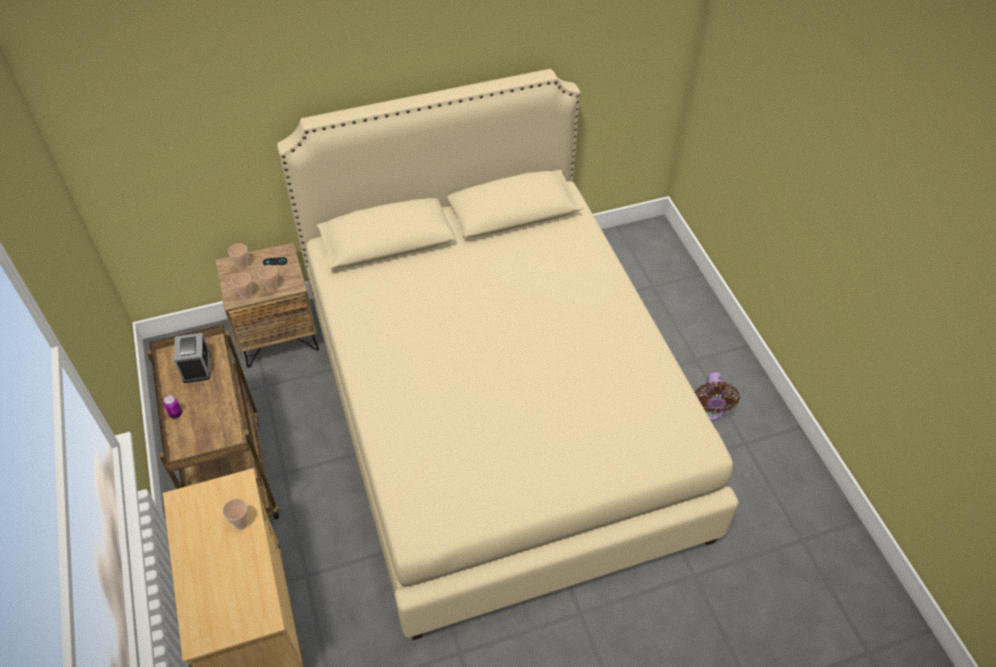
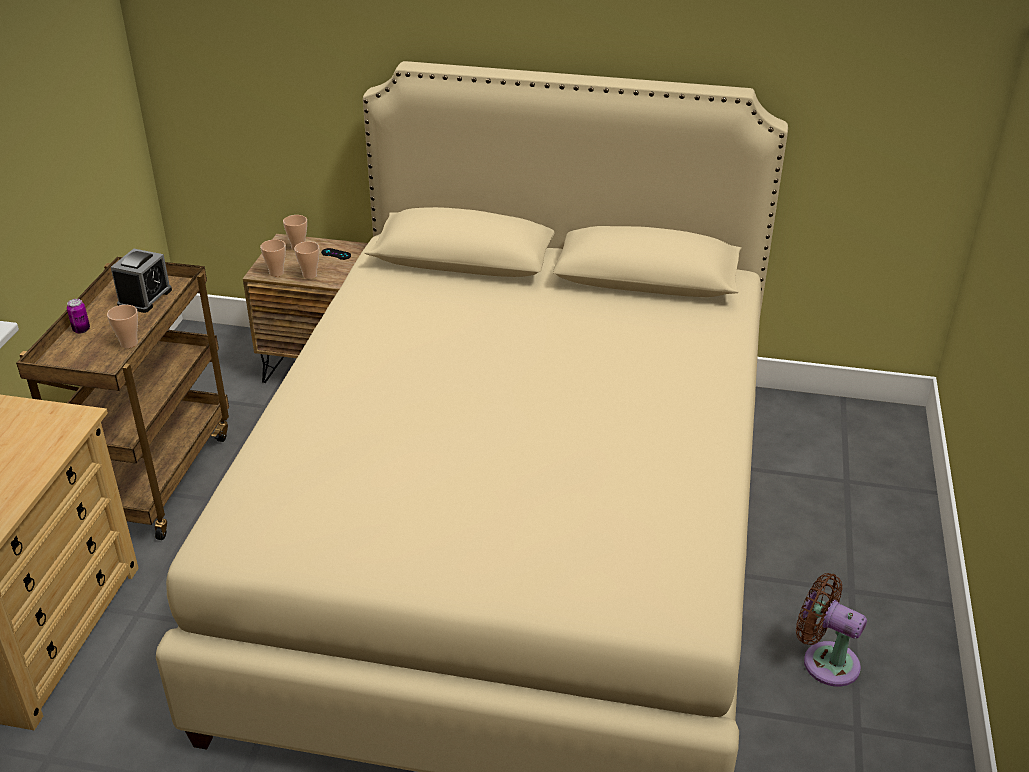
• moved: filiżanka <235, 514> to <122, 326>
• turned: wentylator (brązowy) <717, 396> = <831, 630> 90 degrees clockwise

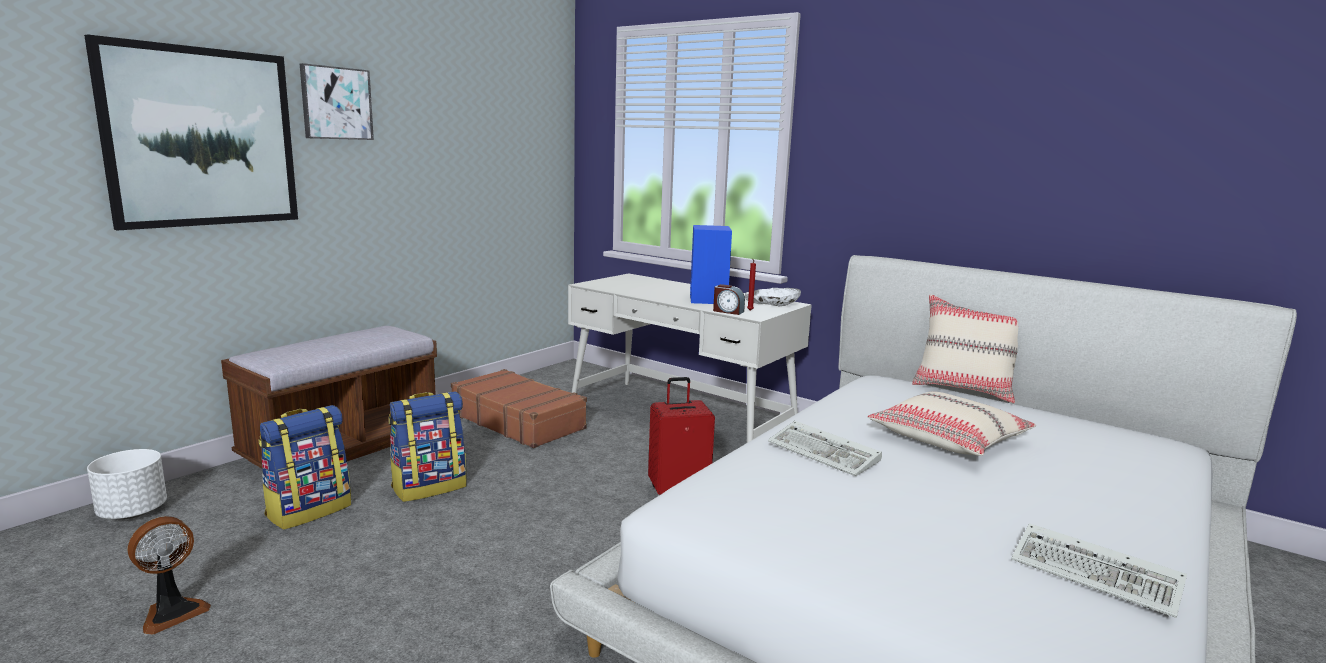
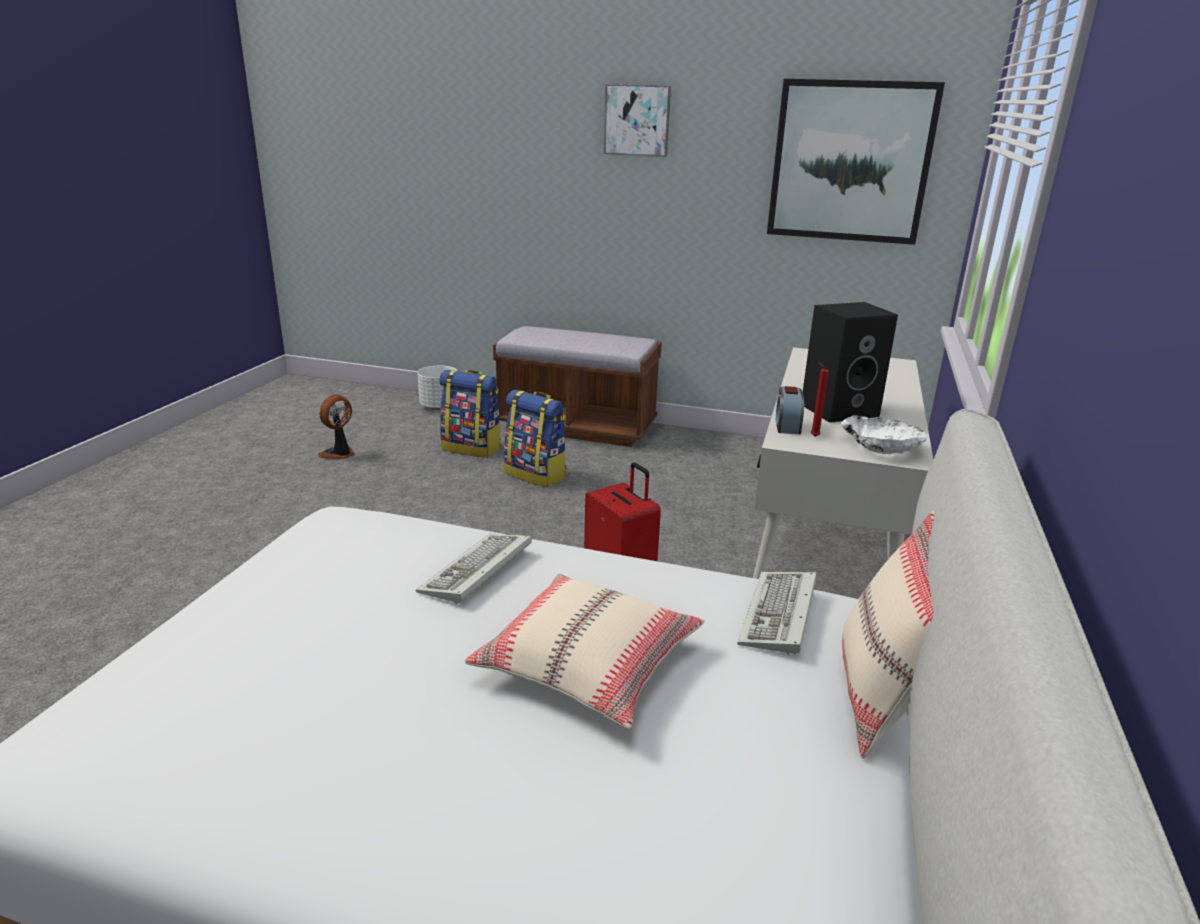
• removed: walizka (brązowy) <519, 408>
• moved: obraz <191, 132> to <856, 162>
• moved: klawiatura <1099, 570> to <776, 613>
• recoloured: głośnik (niebieski) <711, 264> to głośnik (czarny) <850, 362>
• turned: wentylator <169, 575> = <336, 426> 105 degrees clockwise

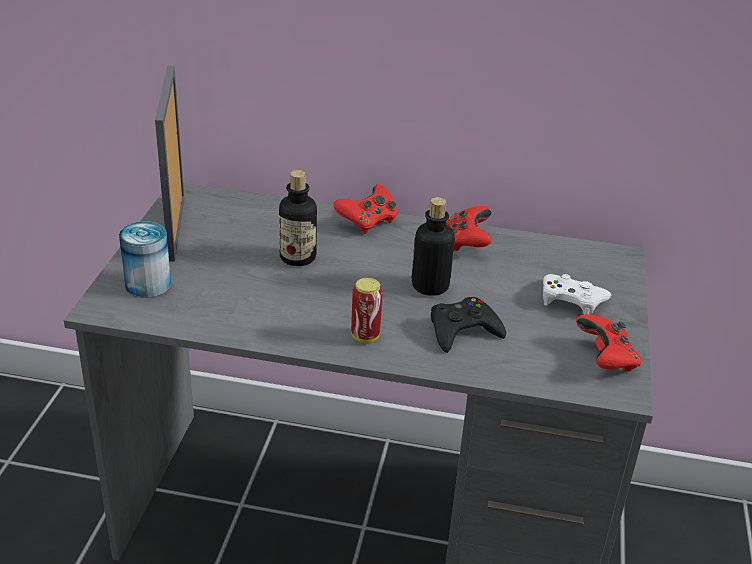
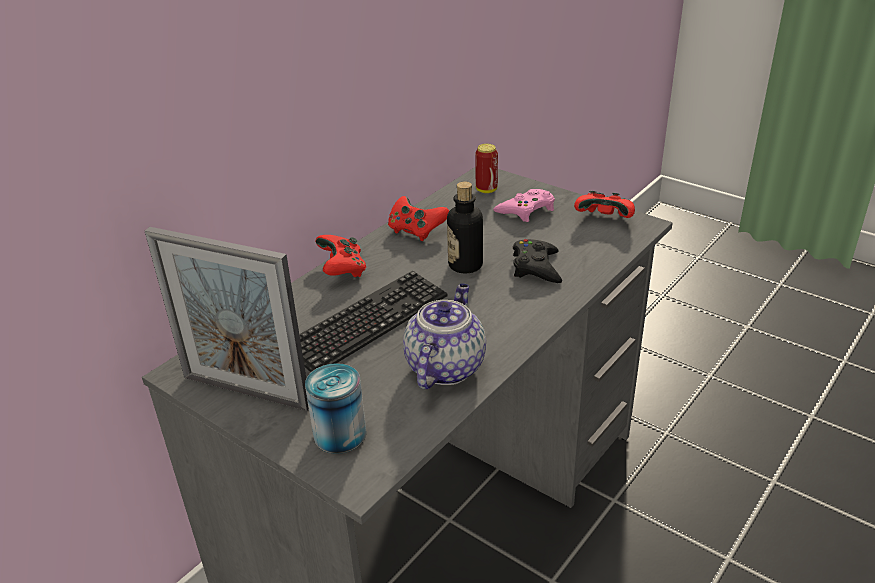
• added: imbryk <444, 336>
• moved: puszka <367, 310> to <486, 168>
• replaced: butelka <298, 218> to klawiatura <373, 321>
• recoloured: pad do gier (biały) <577, 294> to pad do gier (różowy) <524, 205>

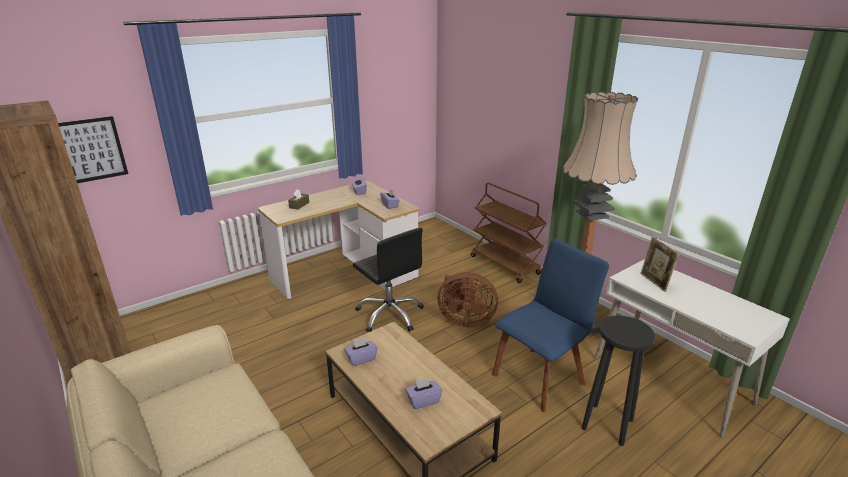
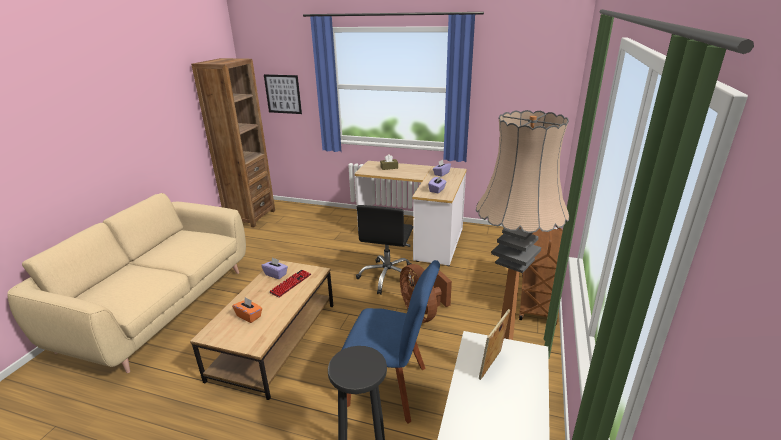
• added: klawiatura <290, 284>
• recoloured: pudełko chusteczek (fioletowy) <423, 393> to pudełko chusteczek (pomarańczowy) <247, 310>

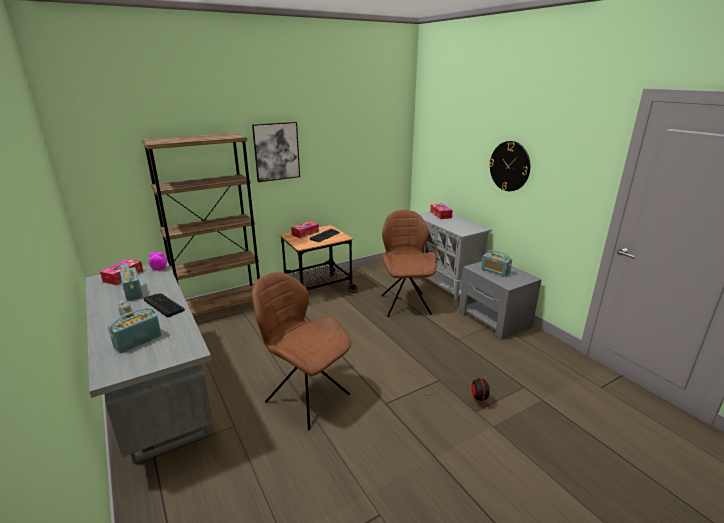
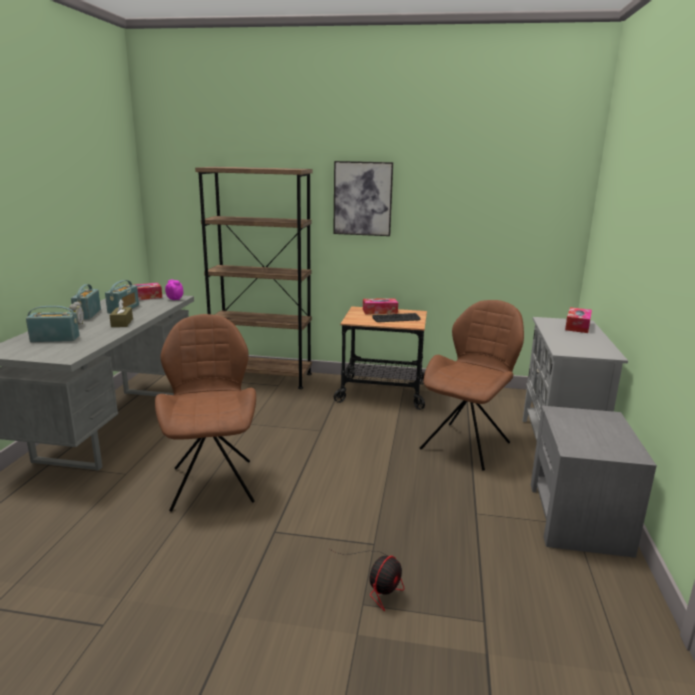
• removed: zegar ścienny <509, 166>
• moved: radio <496, 263> to <86, 301>
• replaced: klawiatura <164, 305> to pudełko chusteczek (brązowy) <121, 313>

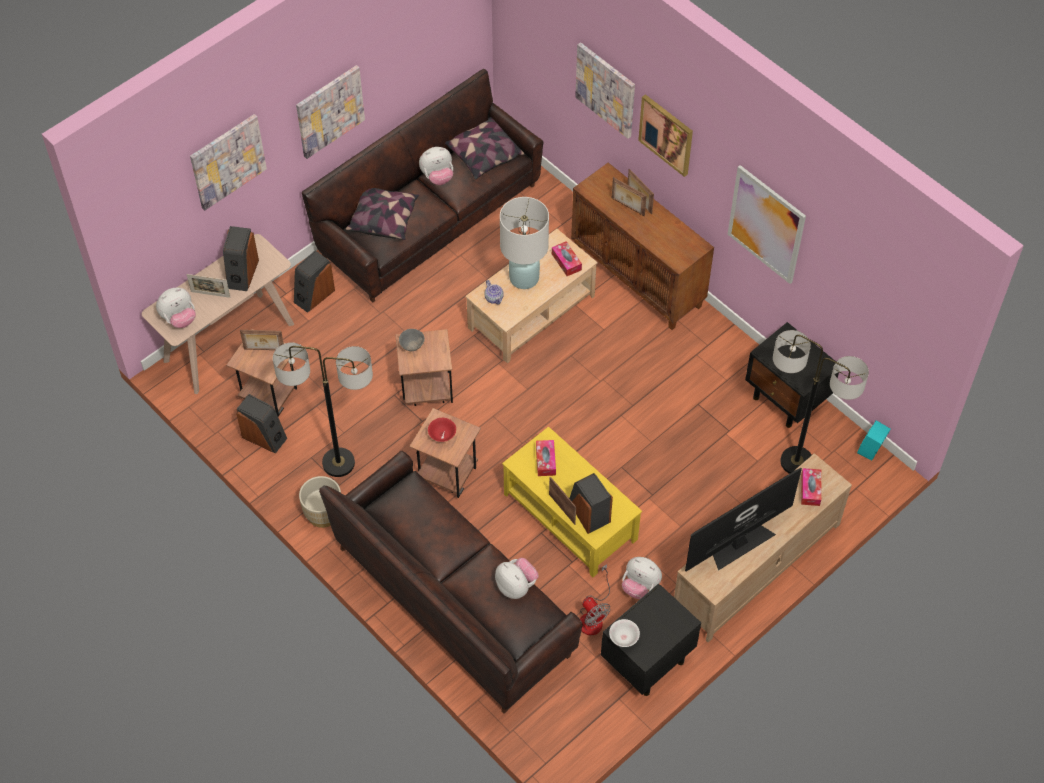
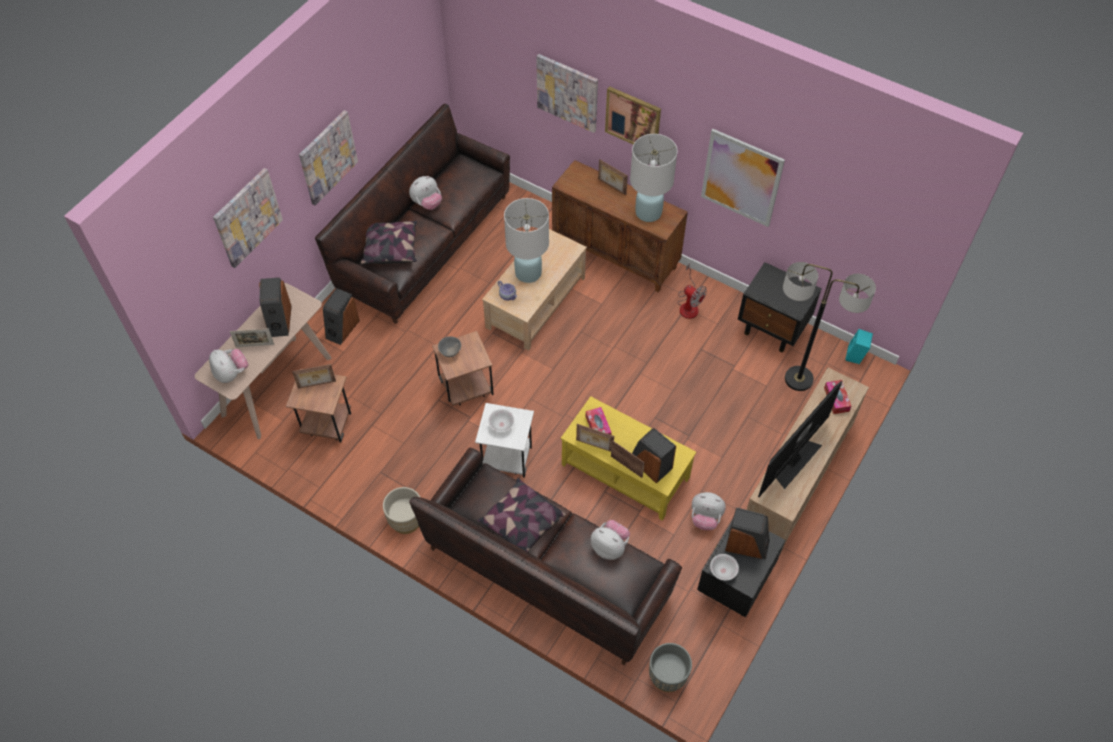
• removed: lampa stojąca <323, 410>
• removed: pudełko chusteczek <567, 258>
• added: lampa stołowa (biały) <654, 178>
• added: donica (szary) <670, 667>
• moved: głośnik <261, 423> to <747, 533>
• moved: poduszka <484, 148> to <521, 515>
• moved: wentylator <595, 599> to <692, 291>
• moved: ramka na zdjęcie <629, 196> to <595, 438>
• recoloured: stolik (brązowy) <445, 453> to stolik (biały) <504, 440>
• recoloured: miska (czerwony) <442, 430> to miska (biały) <501, 420>
• turned: pluszak <176, 308> = <228, 366> 75 degrees counterclockwise

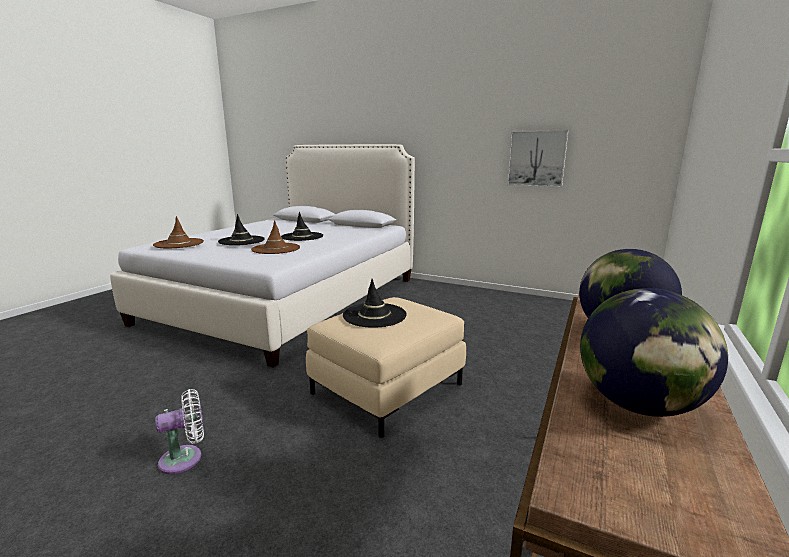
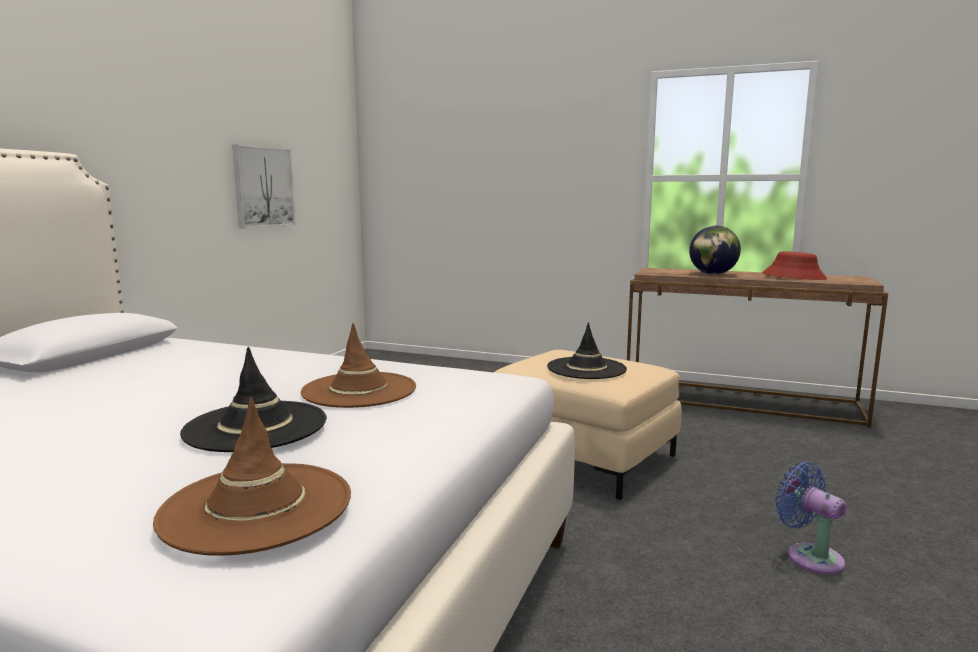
• removed: kapelusz (czarny) <302, 226>
• replaced: globus <654, 352> to kapelusz (czerwony) <794, 265>
• recoloured: wentylator (biały) <179, 431> to wentylator (niebieski) <811, 518>

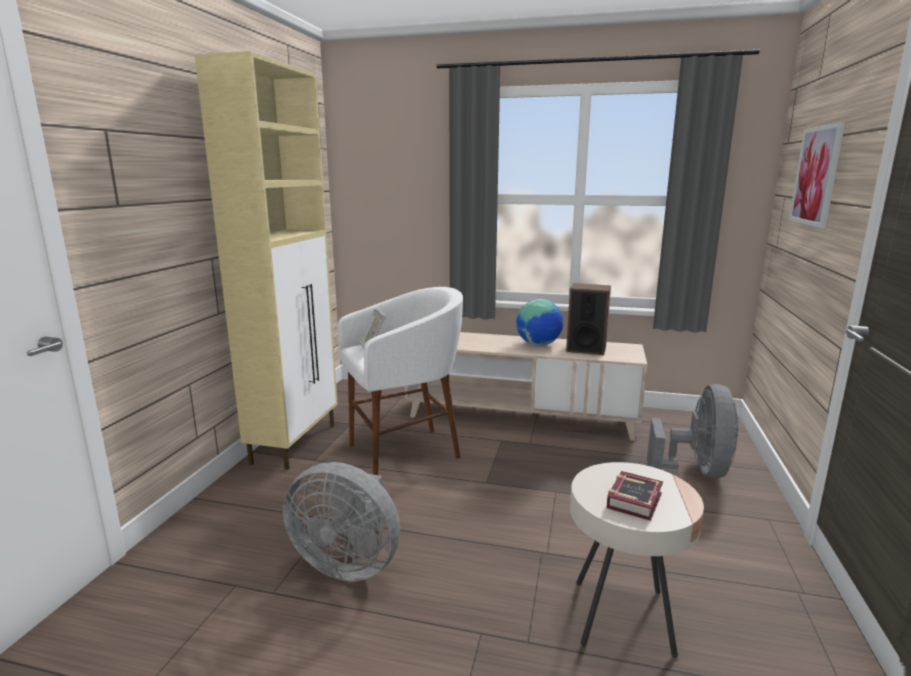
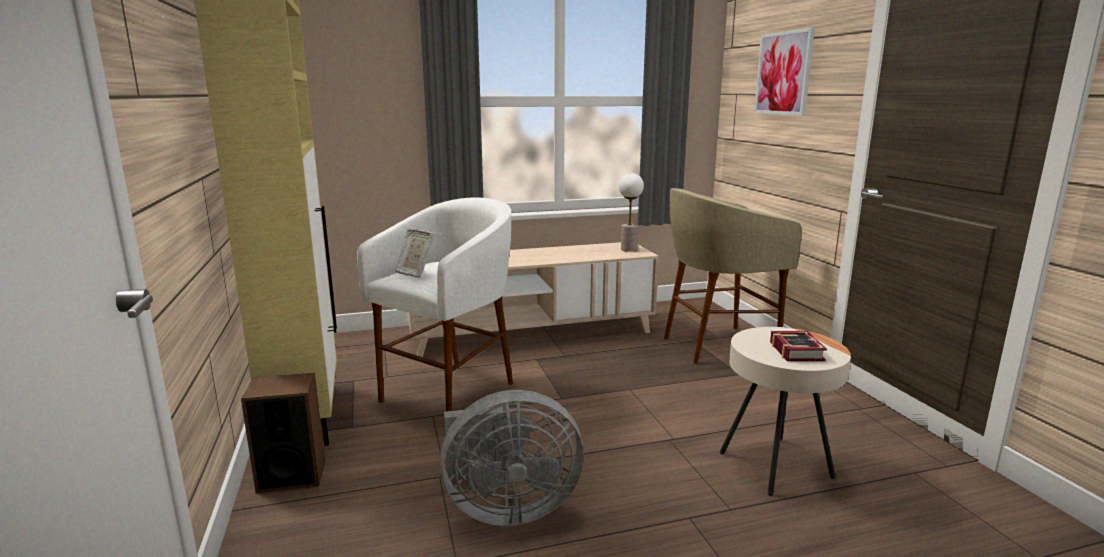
• removed: globus <539, 322>
• added: lampa stołowa <631, 212>
• moved: głośnik <588, 319> to <283, 433>
• replaced: wentylator (szary) <693, 431> to stołek (beżowy) <733, 276>

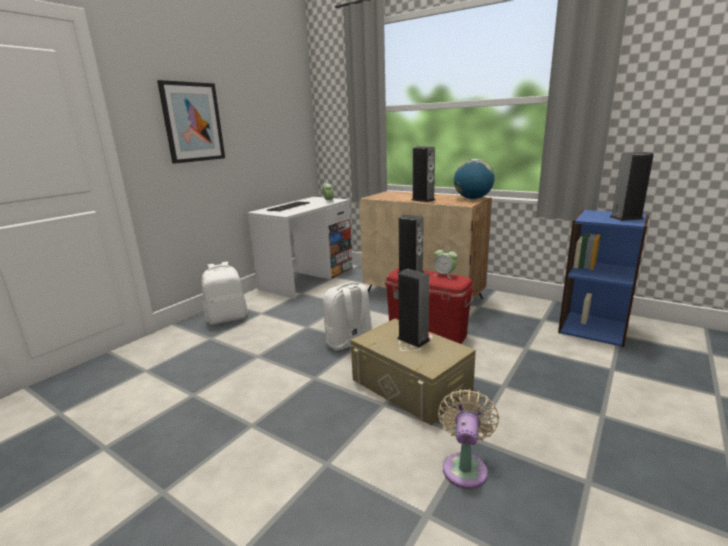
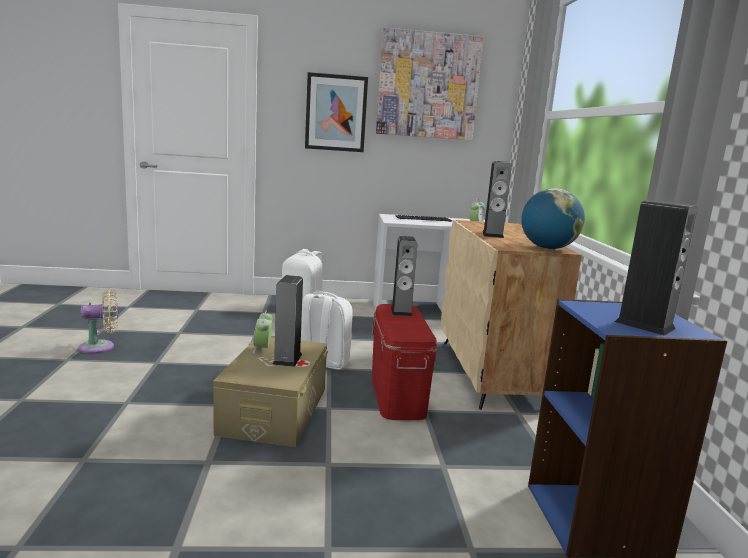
• added: obraz <430, 84>
• moved: budzik <445, 264> to <262, 332>
• moved: wentylator (beżowy) <468, 439> to <98, 322>

